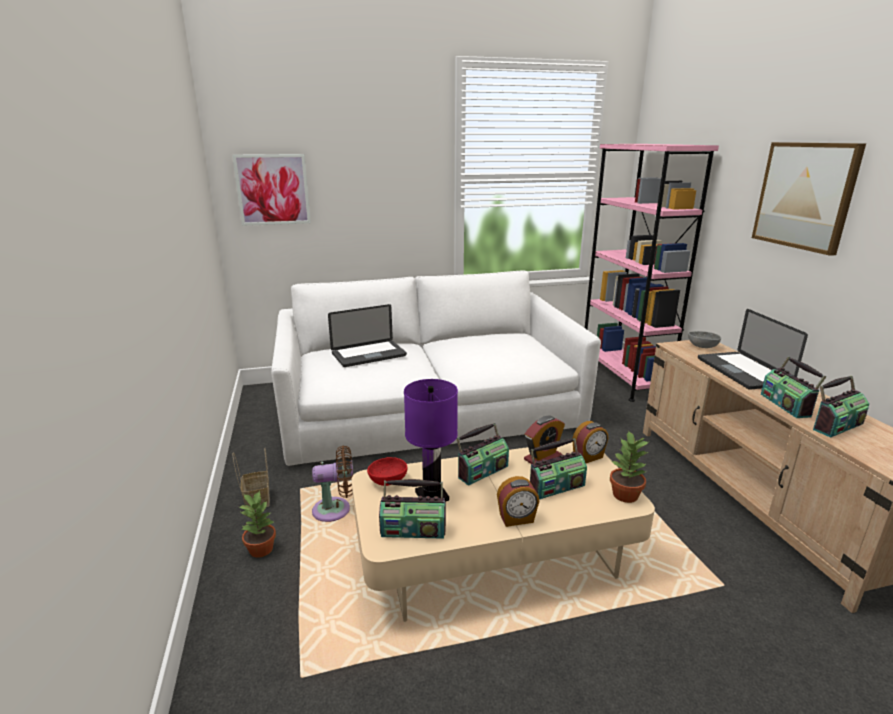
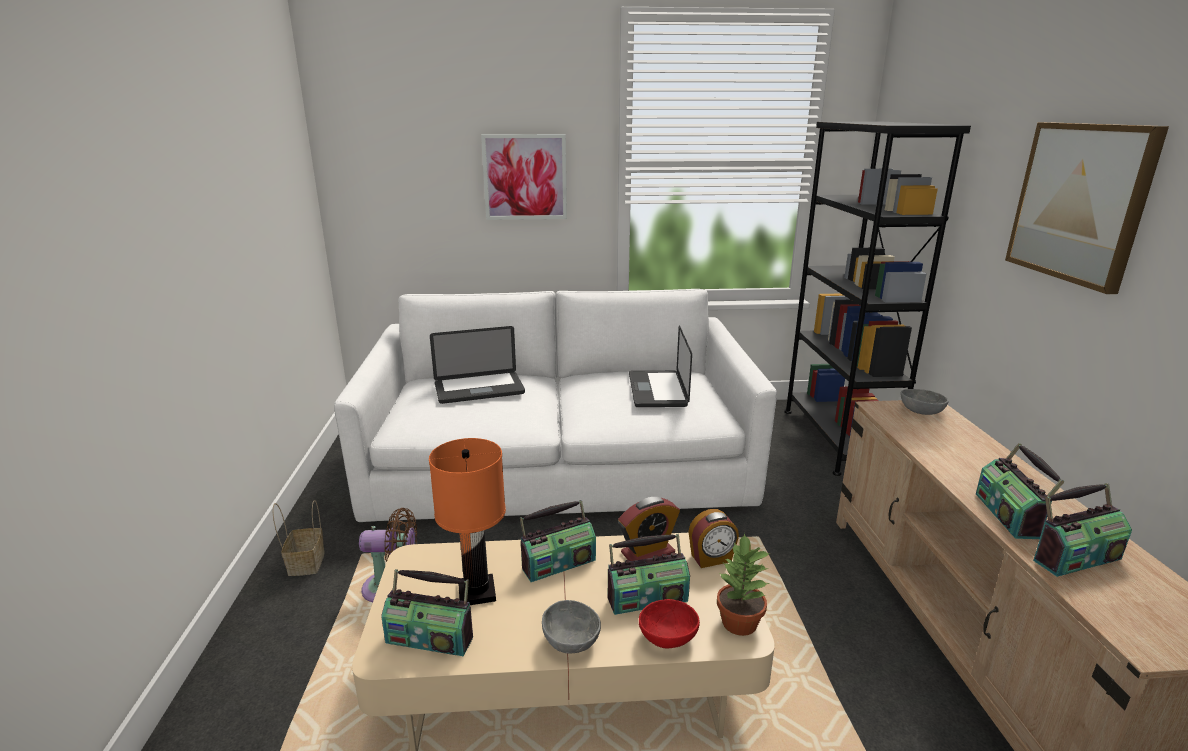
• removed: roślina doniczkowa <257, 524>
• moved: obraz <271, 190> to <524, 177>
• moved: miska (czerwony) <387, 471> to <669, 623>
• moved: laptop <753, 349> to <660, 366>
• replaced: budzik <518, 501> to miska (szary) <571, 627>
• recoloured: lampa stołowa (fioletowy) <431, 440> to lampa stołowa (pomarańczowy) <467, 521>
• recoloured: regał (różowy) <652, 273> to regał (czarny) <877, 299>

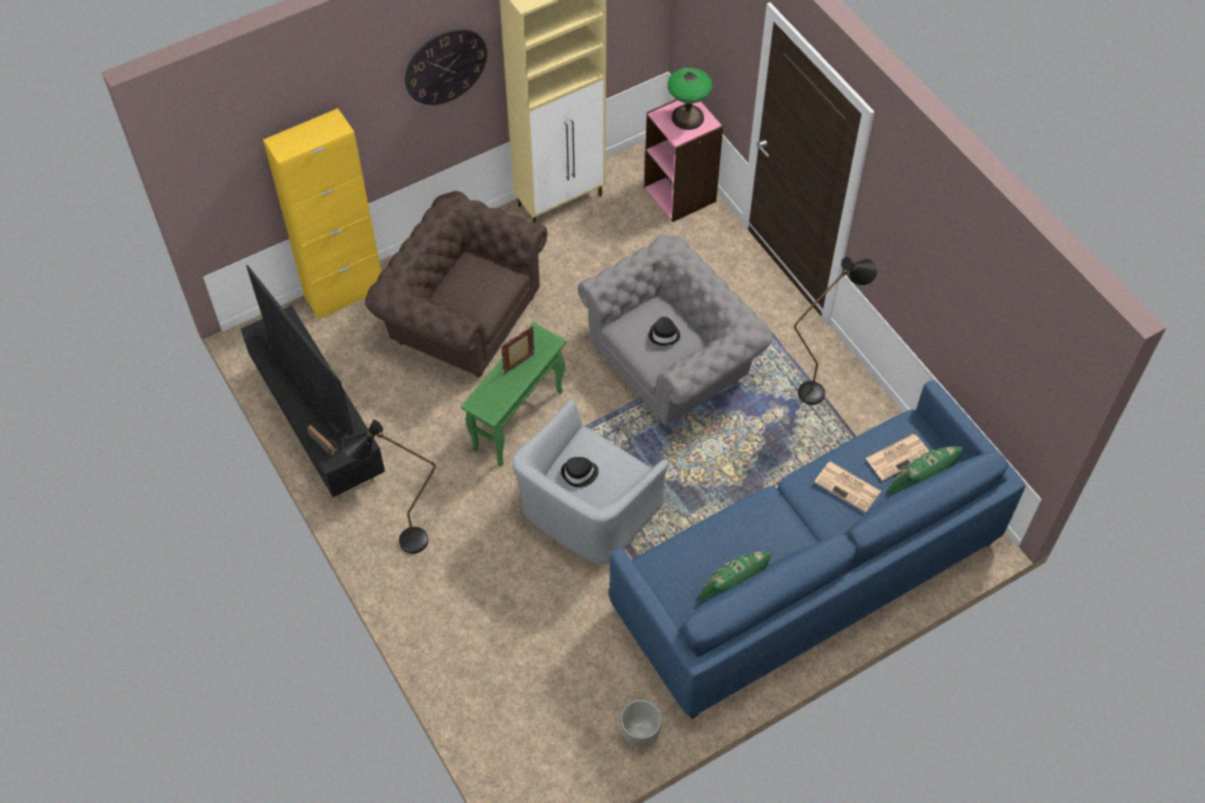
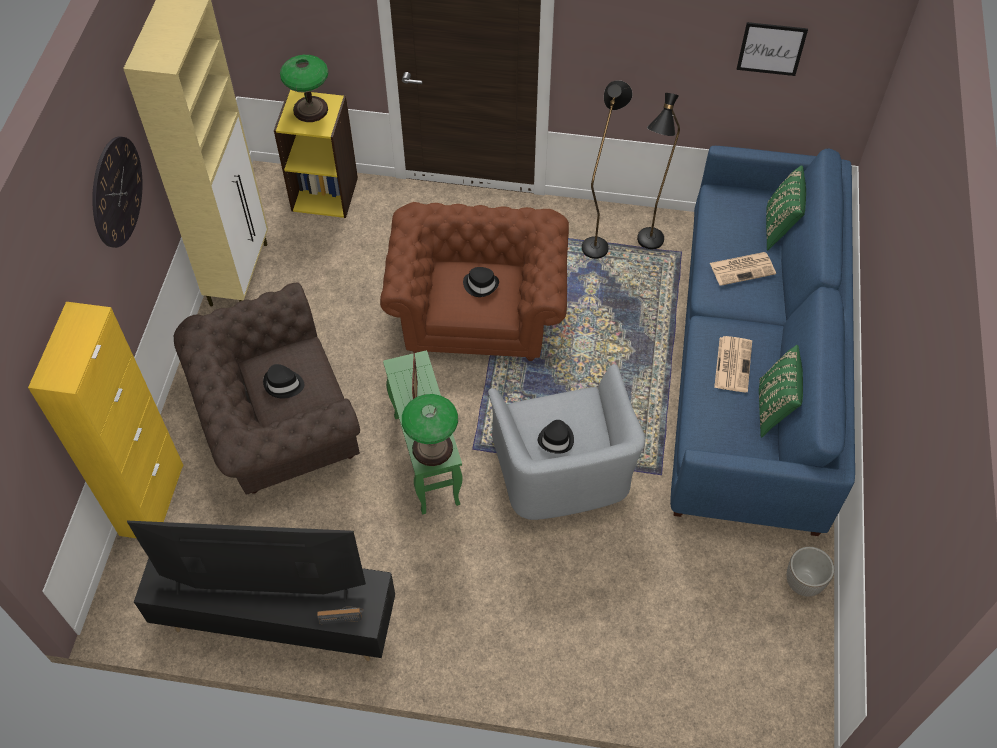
• added: kapelusz (czarny) <283, 381>
• added: lampa stołowa <430, 430>
• added: obraz <772, 49>
• moved: lampa stojąca (czarny) <389, 487> to <658, 171>
• moved: gazeta <897, 457> to <733, 364>
• recoloured: fotel (szary) <675, 330> to fotel (brązowy) <474, 281>
• recoloured: regał (różowy) <683, 160> to regał (żółty) <316, 153>

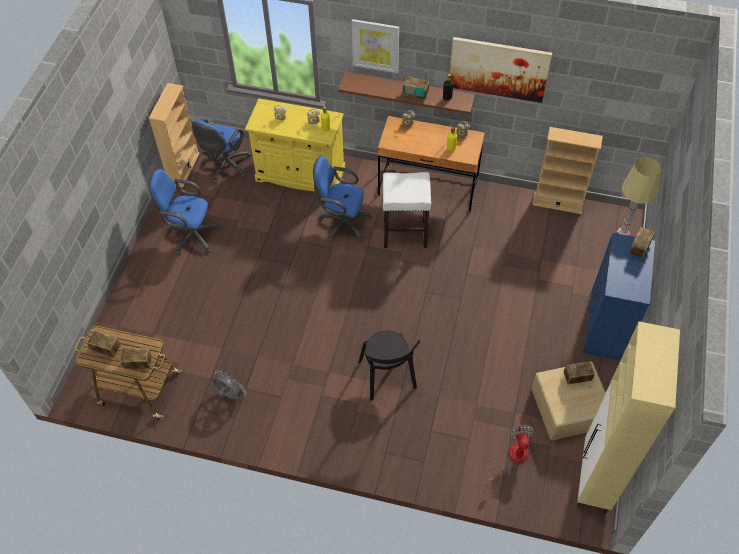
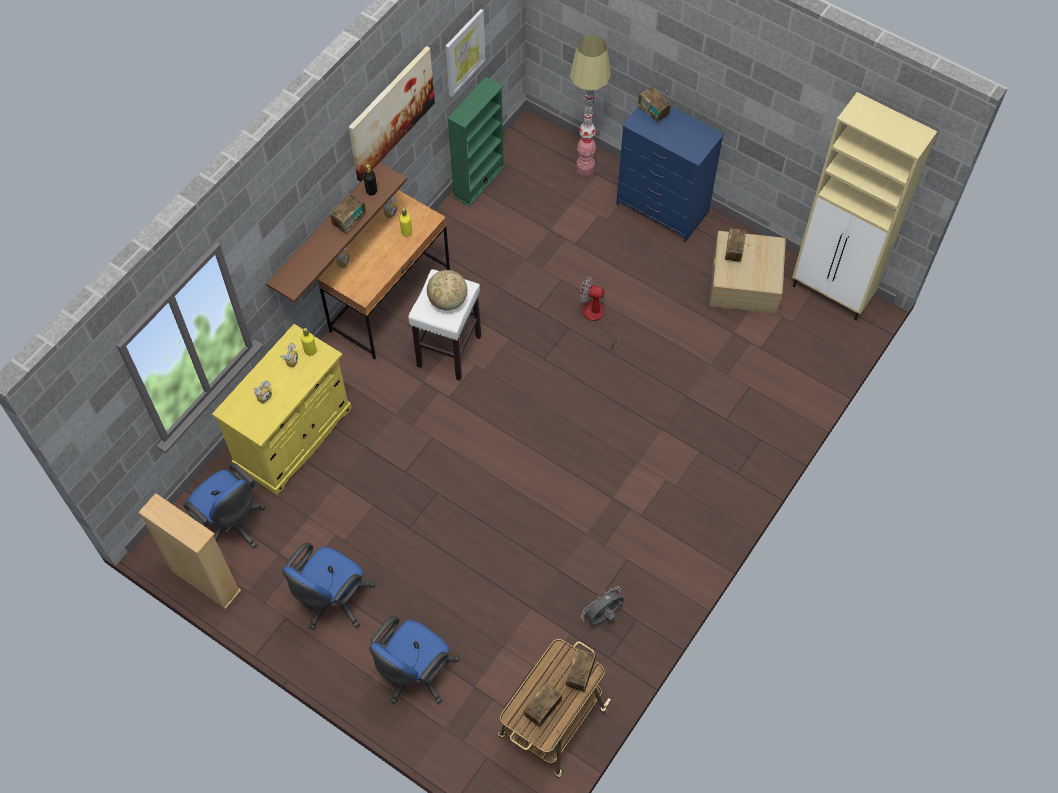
• removed: krzesło (czarny) <389, 365>
• added: globus <447, 290>
• moved: krzesło biurowe (niebieski) <342, 199> to <414, 660>
• moved: obraz <375, 46> to <465, 53>
• moved: wentylator <511, 453> to <599, 312>
• recoloured: regał (beżowy) <568, 170> to regał (zielony) <476, 141>

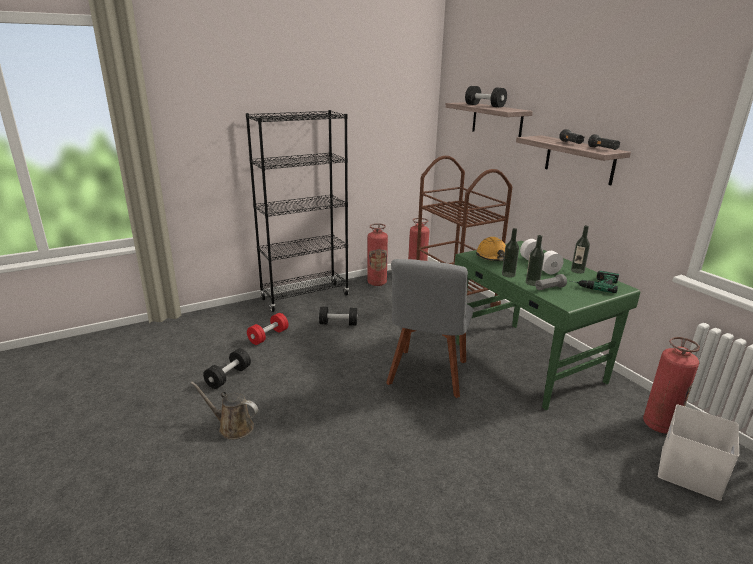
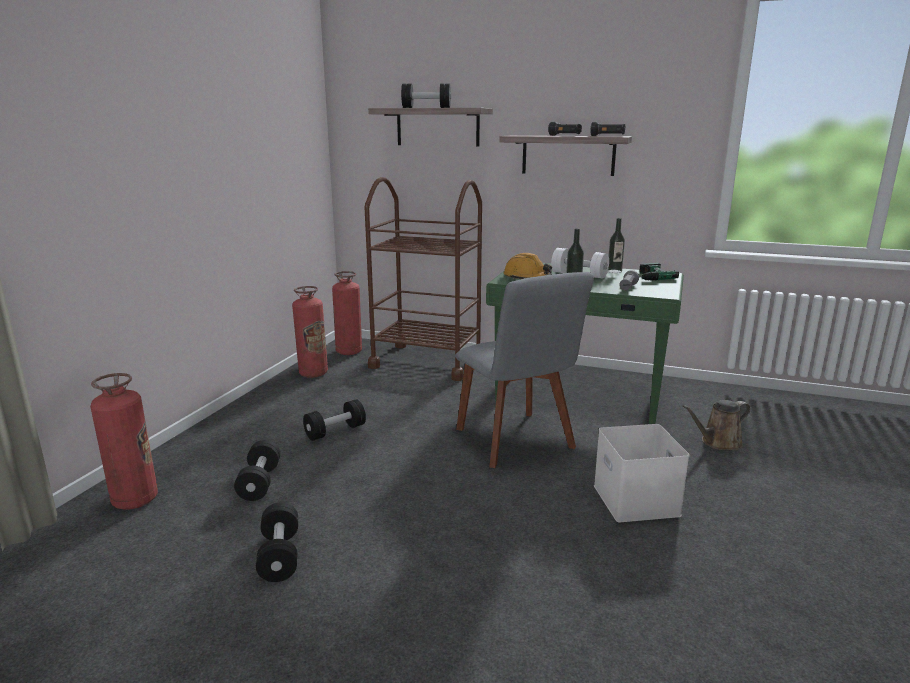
• removed: regał (czarny) <297, 211>
• removed: butelka <535, 260>
• moved: konewka (brązowy) <224, 410> to <716, 425>
• moved: gaśnica <671, 385> to <124, 441>
• moved: pojemnik do przechowywania (biały) <698, 453> to <642, 473>
• recoloured: hantel (czerwony) <267, 329> to hantel (czarny) <257, 470>

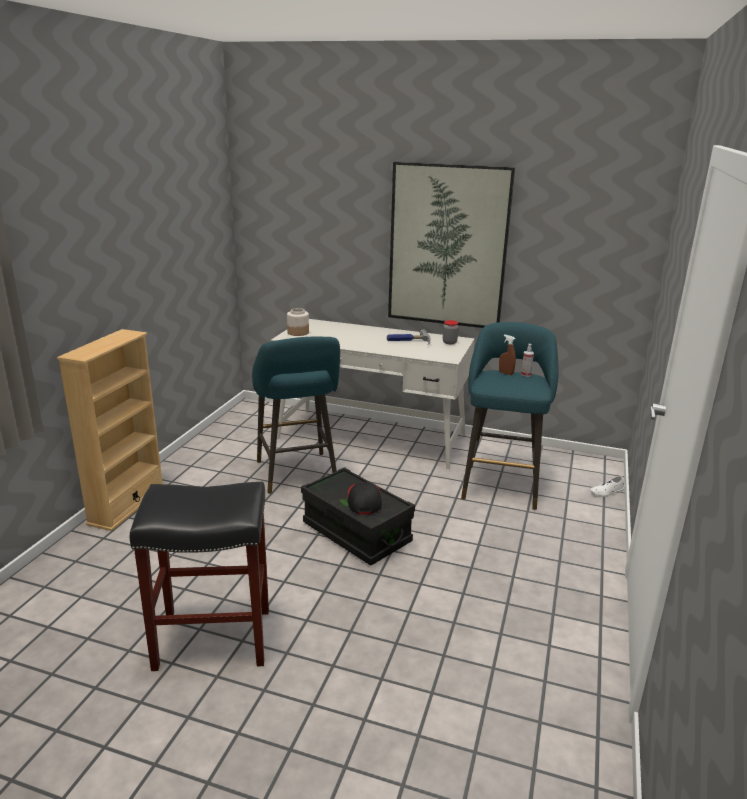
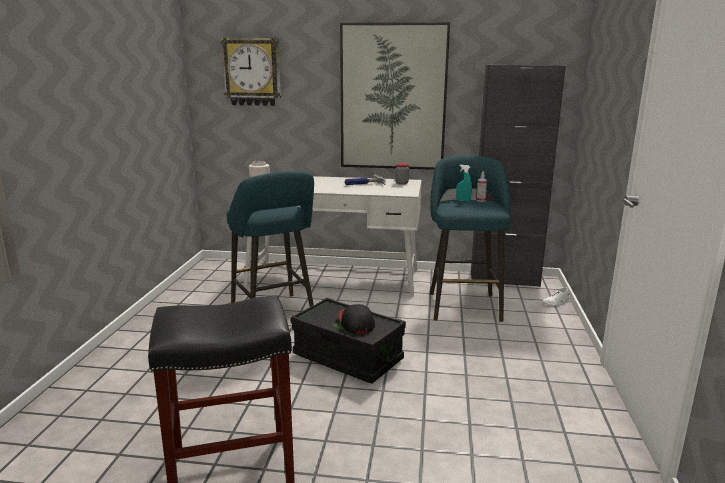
• removed: regał (beżowy) <110, 430>
• added: zegar ścienny <251, 72>
• added: szafka (czarny) <518, 176>
• recoloured: spryskiwacz (brązowy) <507, 355> to spryskiwacz (turkusowy) <464, 183>

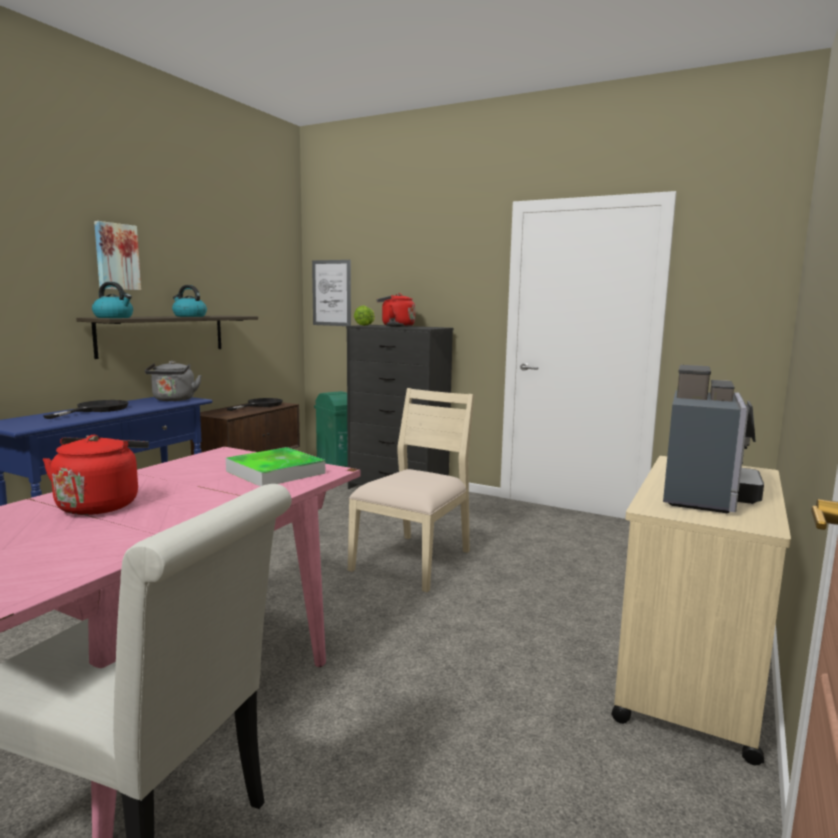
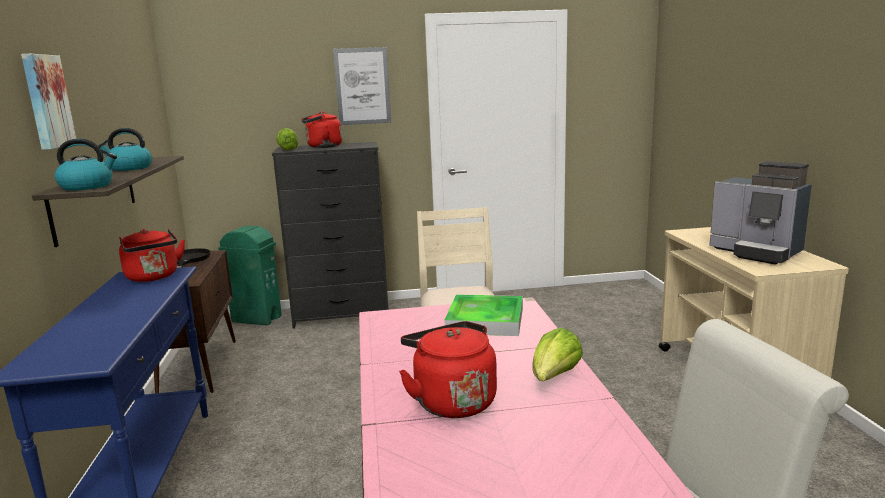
• removed: patelnia (czarny) <86, 409>
• added: sałata <557, 354>
• moved: obraz <331, 293> to <362, 86>
• recoloured: czajnik (szary) <173, 381> to czajnik (czerwony) <152, 255>
• turned: ekspres do kawy <713, 439> = <761, 213> 150 degrees clockwise

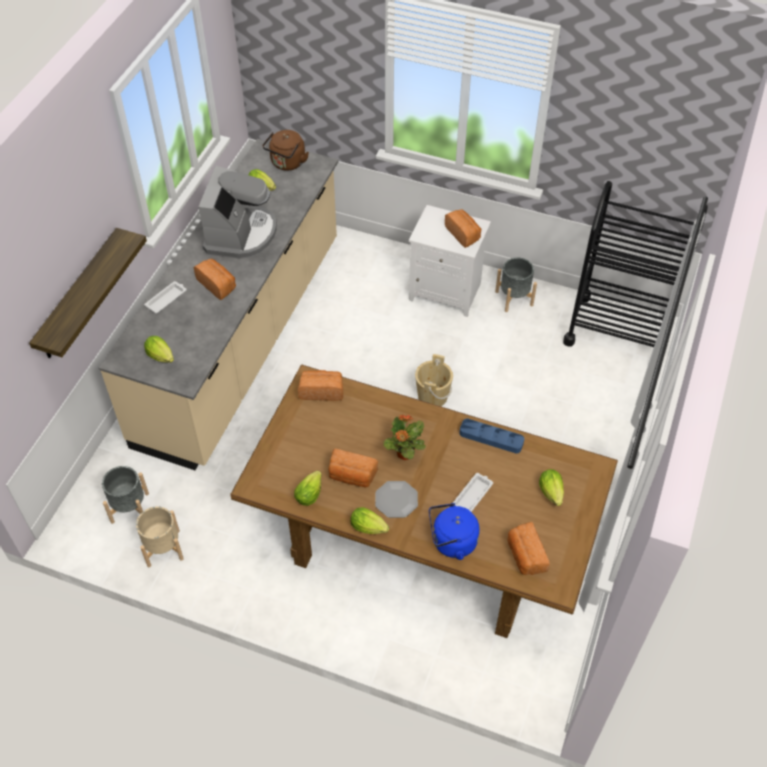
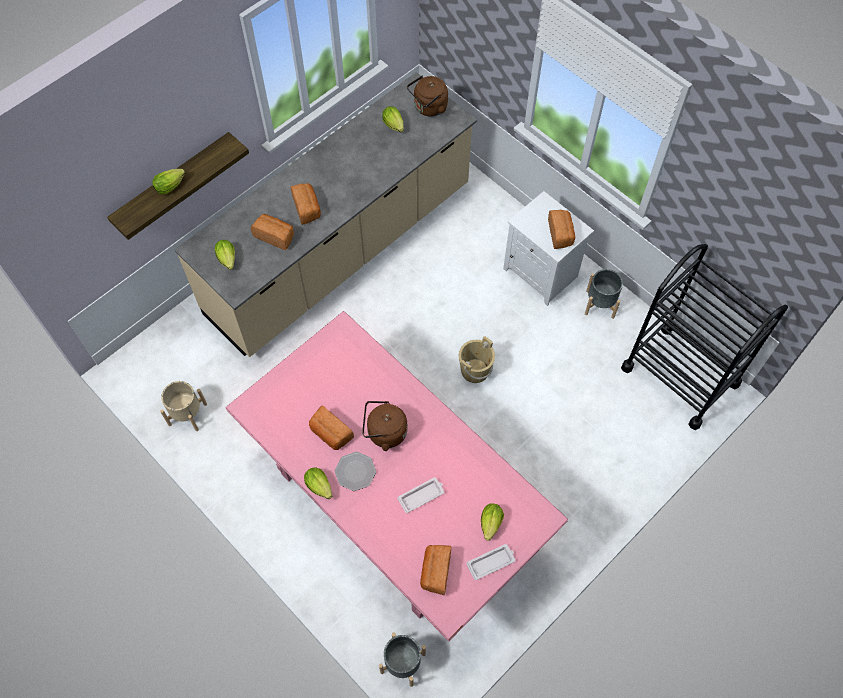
• removed: ekspres do kawy <238, 212>
• removed: czajnik (niebieski) <454, 531>
• removed: taca (niebieski) <492, 436>
• moved: donica (szary) <125, 495> to <402, 659>
• moved: taca (biały) <165, 297> to <490, 562>
• moved: sałata <308, 488> to <168, 181>
• moved: chleb <320, 385> to <272, 232>
• replaced: roślina doniczkowa <404, 437> to czajnik (brązowy) <385, 426>
• recoloured: stół jadalny (brązowy) <424, 501> to stół jadalny (różowy) <397, 476>

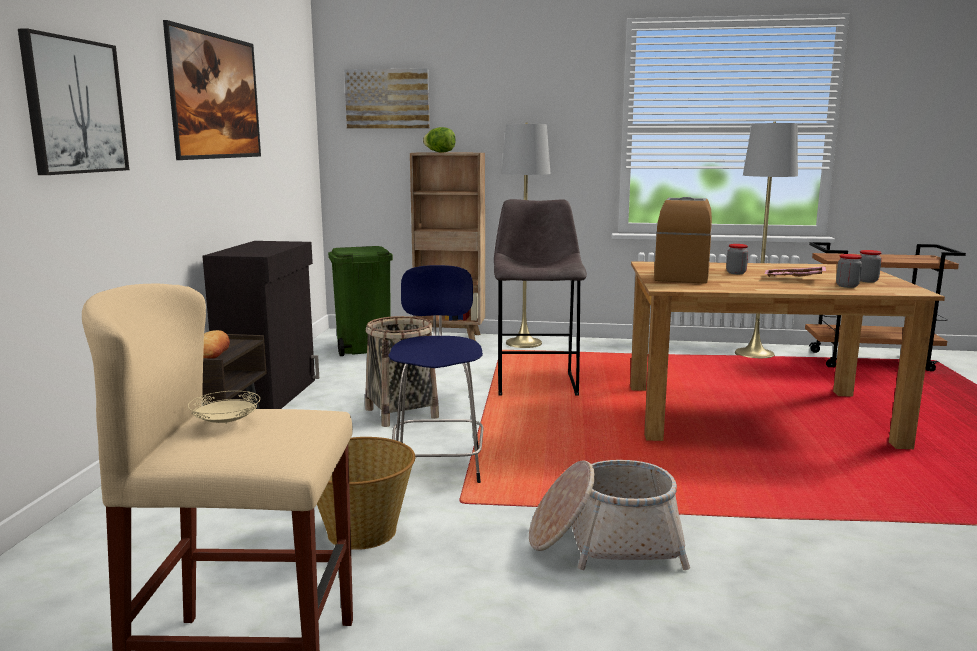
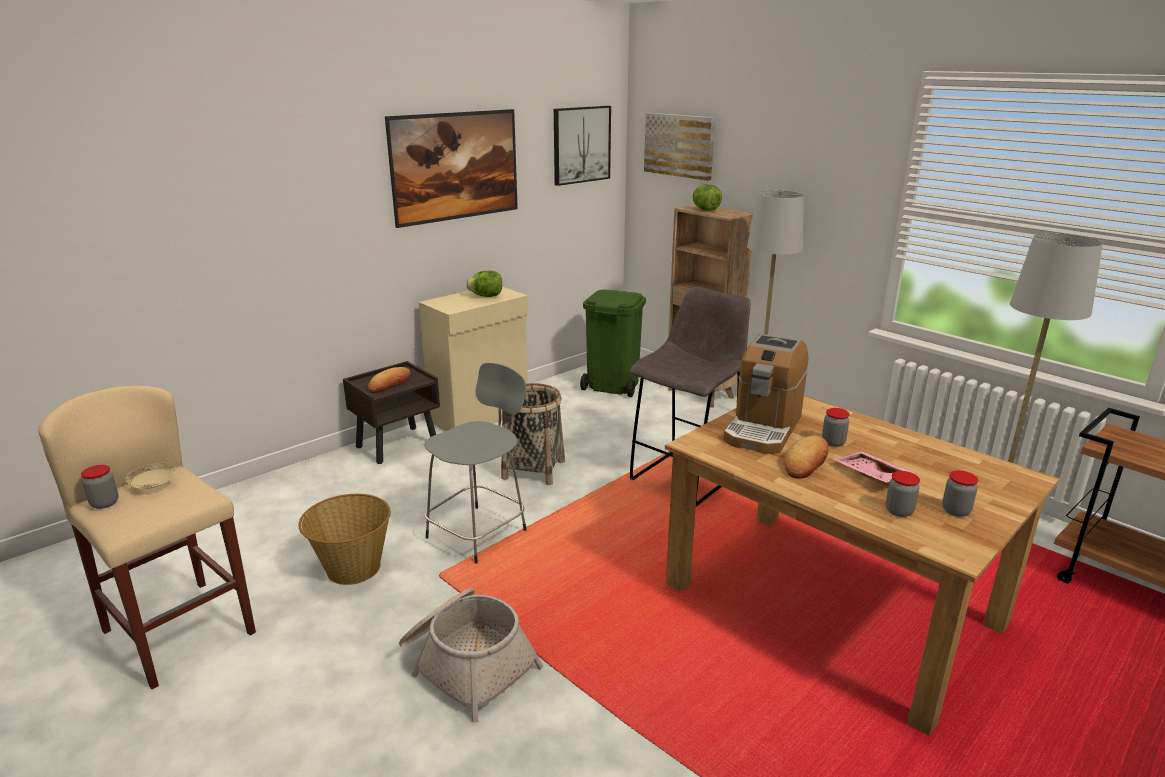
• added: słoik <100, 487>
• added: sałata <484, 284>
• added: chleb <806, 457>
• moved: obraz <73, 101> to <582, 146>
• recoloured: szafka (czarny) <260, 325> to szafka (beżowy) <473, 359>
• recoloured: stołek (niebieski) <436, 374> to stołek (szary) <475, 463>
• turned: ekspres do kawy <683, 240> = <766, 394> 150 degrees clockwise

